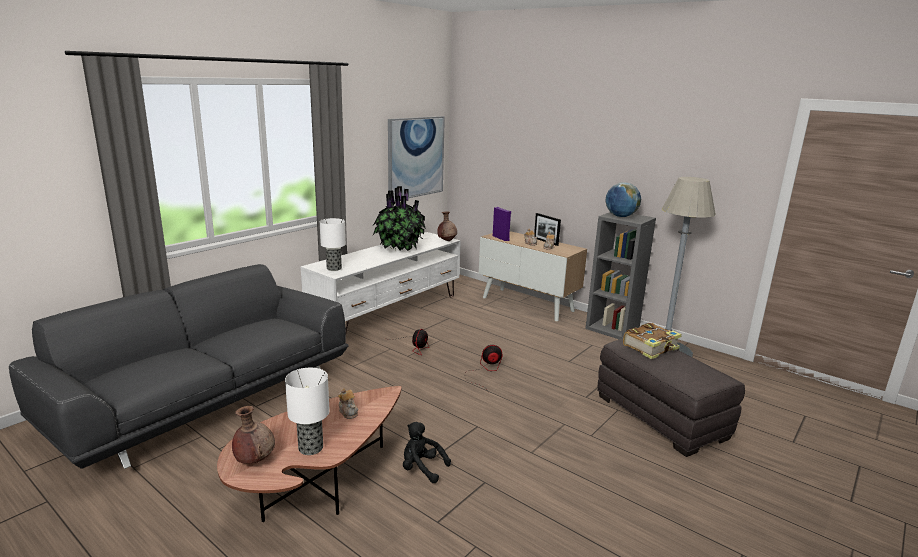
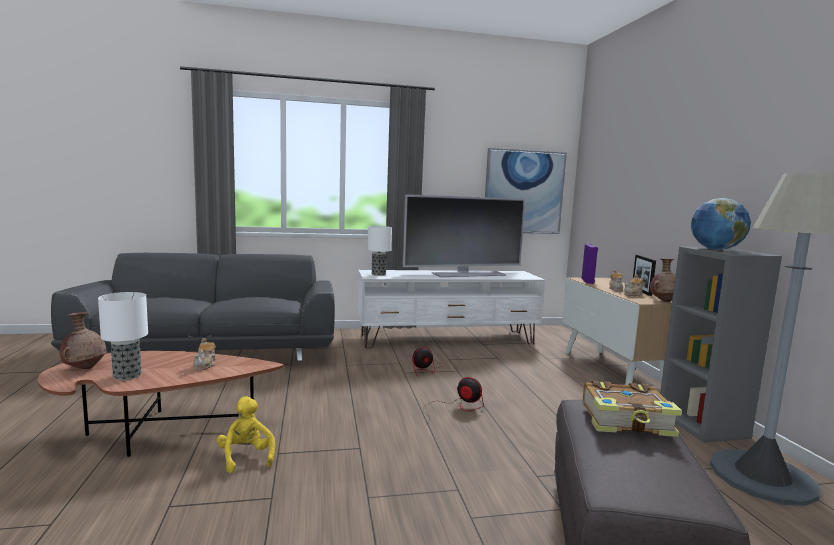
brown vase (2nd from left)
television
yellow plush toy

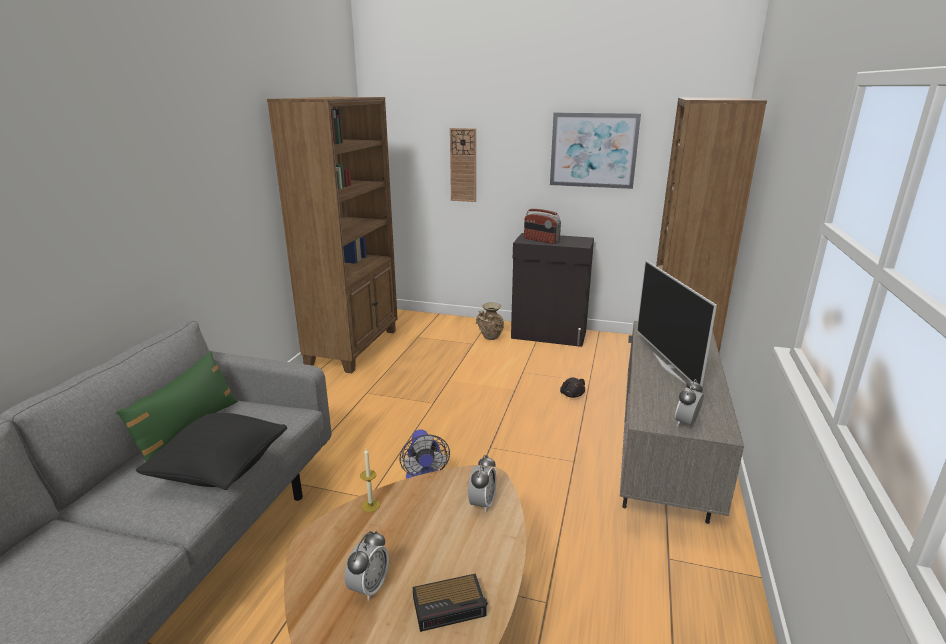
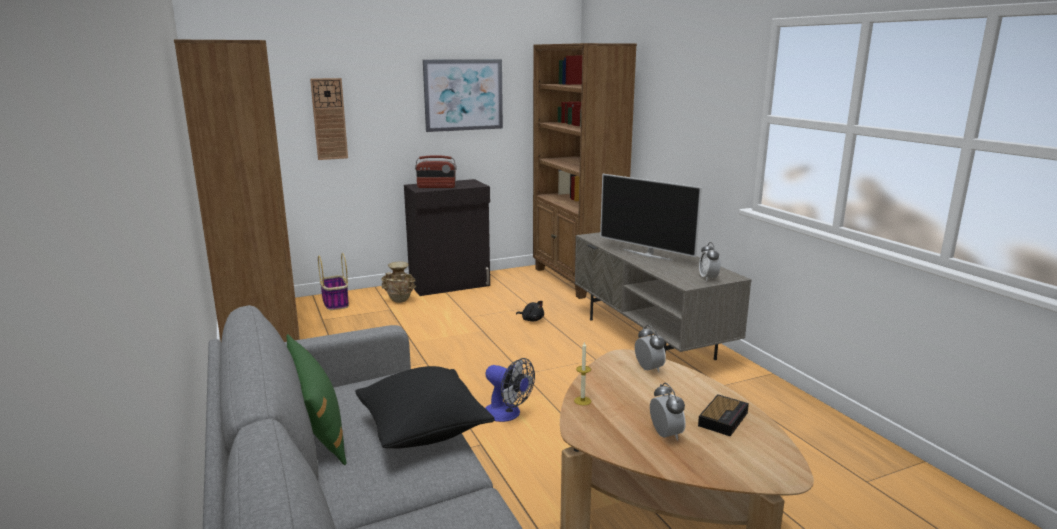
basket

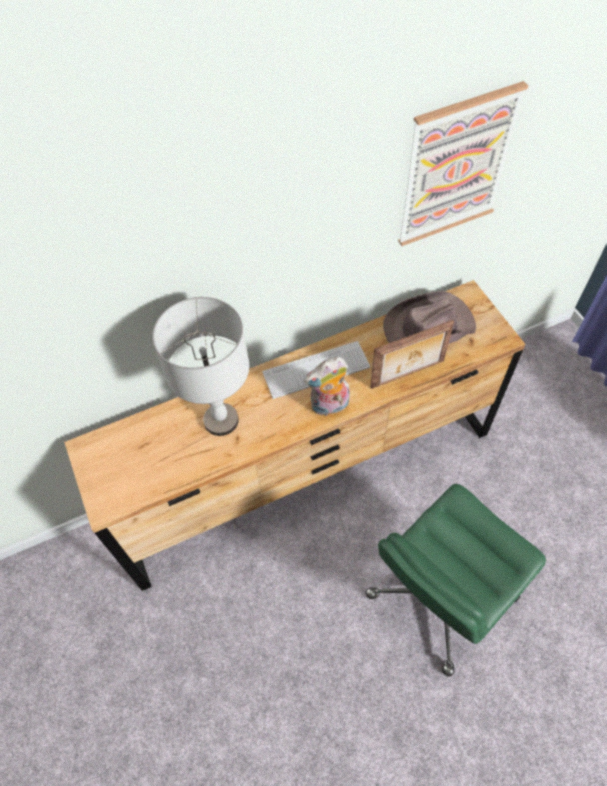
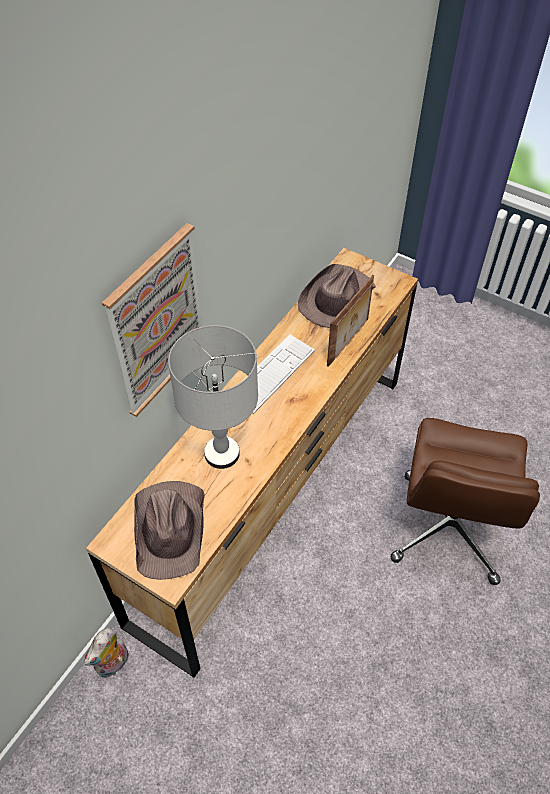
brown hat (1st from left)
plush toy
picture
brown office chair

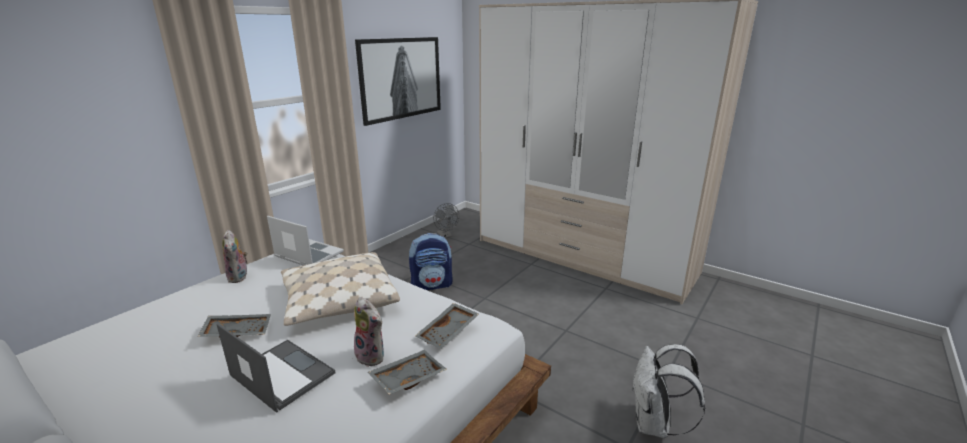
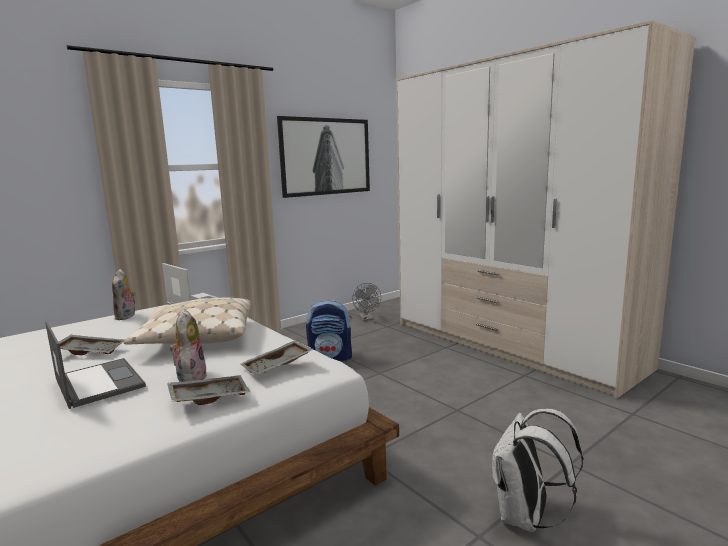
plush toy (2nd from left)

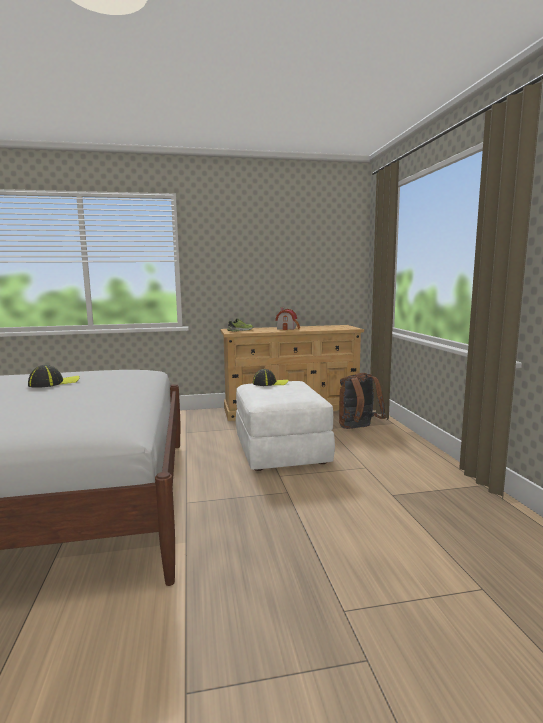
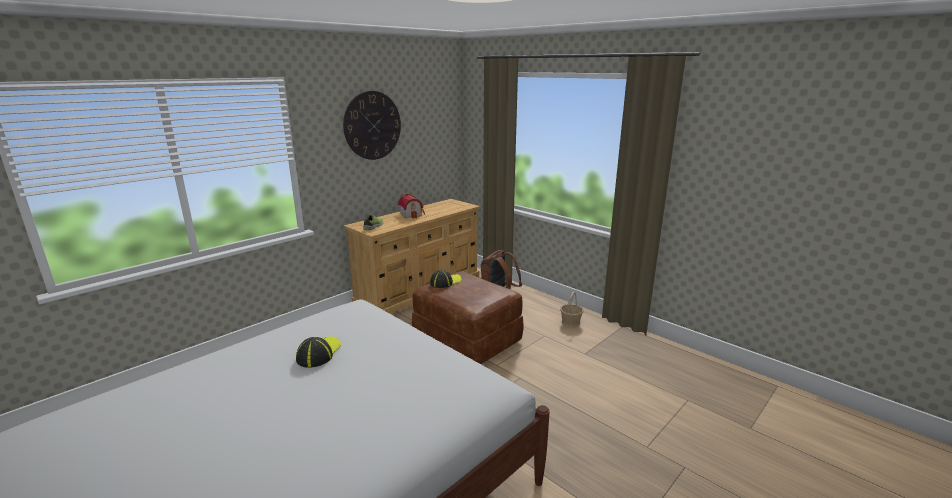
wall clock
basket
brown ottoman

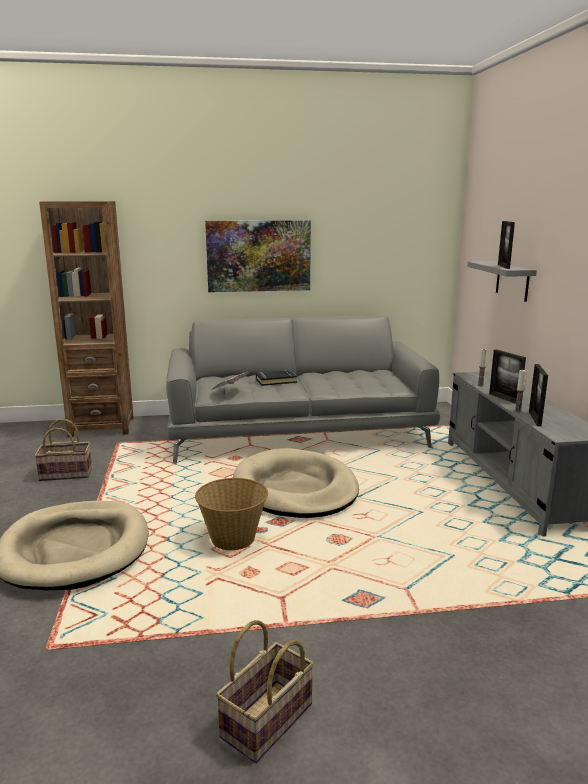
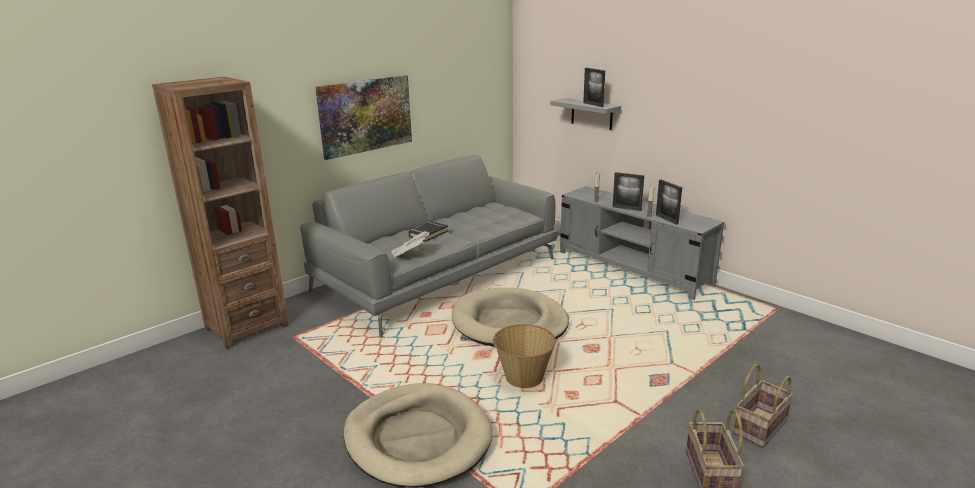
basket (3rd from left)

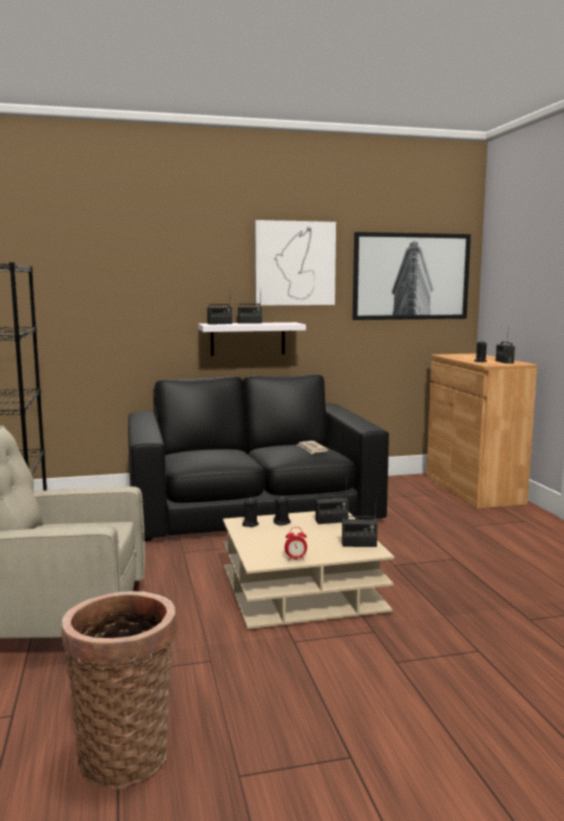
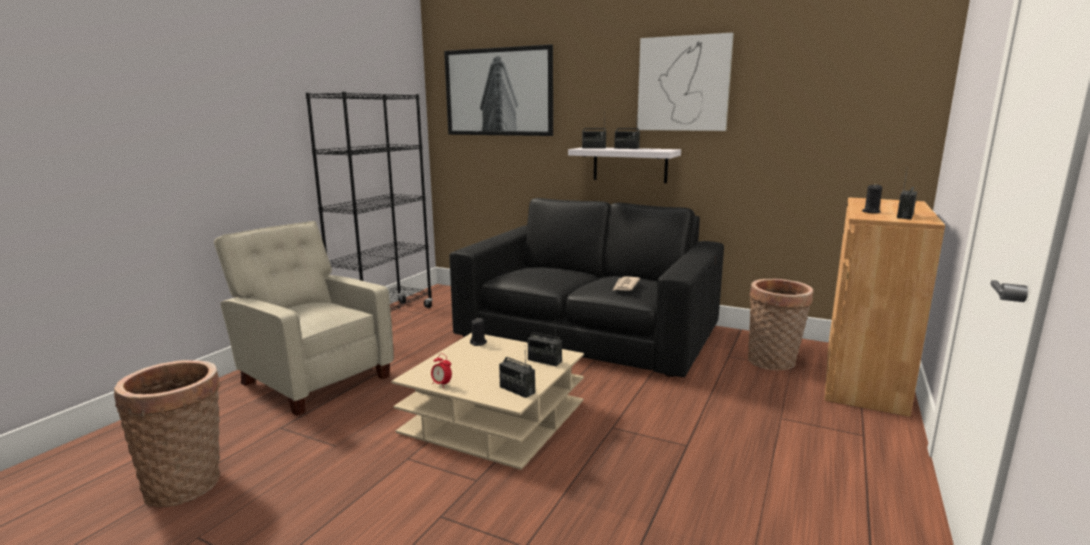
black candle (2nd from left in the first image)
basket (2nd from left)
picture (1st from left)

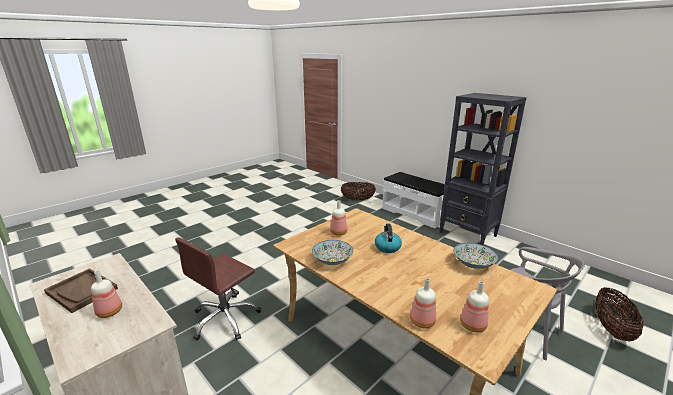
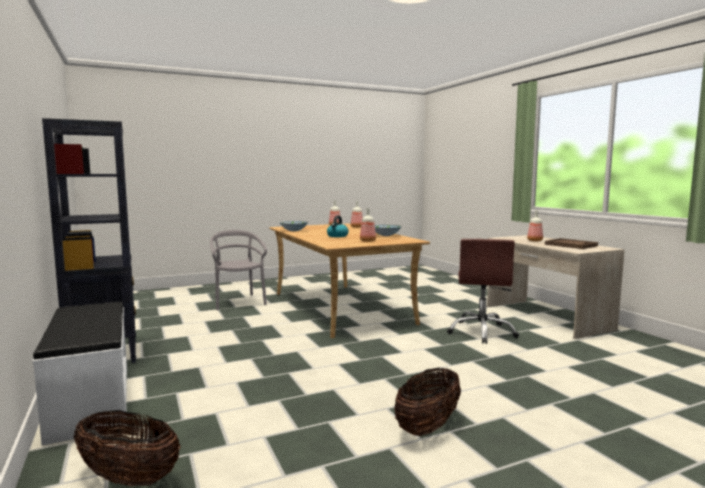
basket (2nd from left)
brown office chair

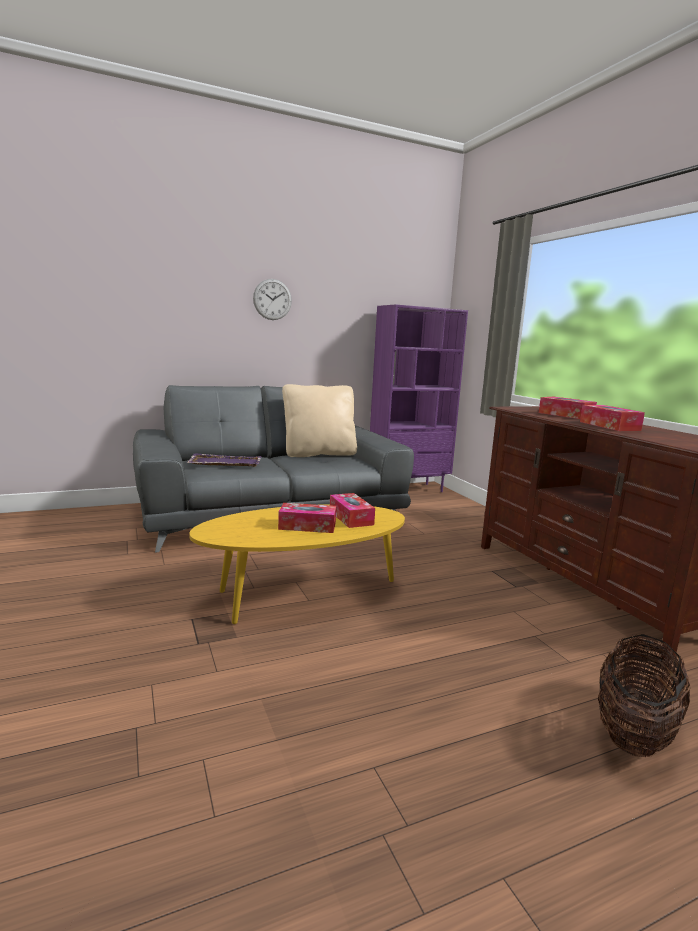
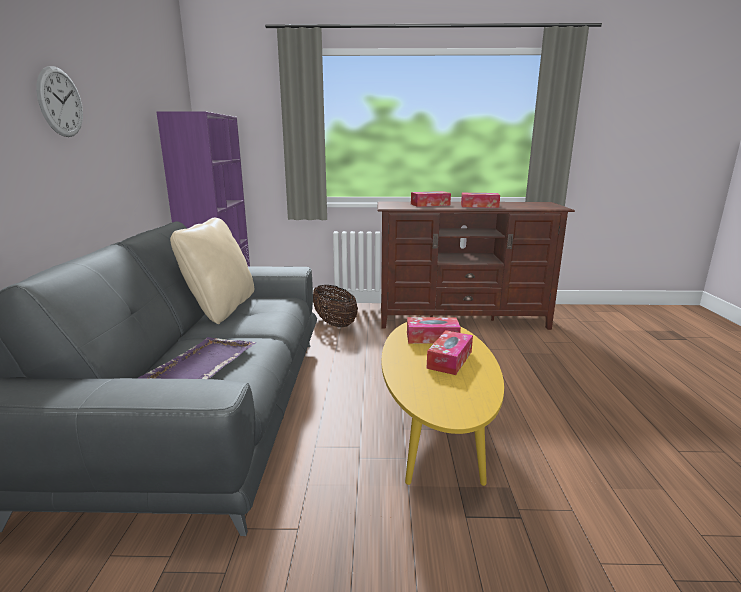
basket

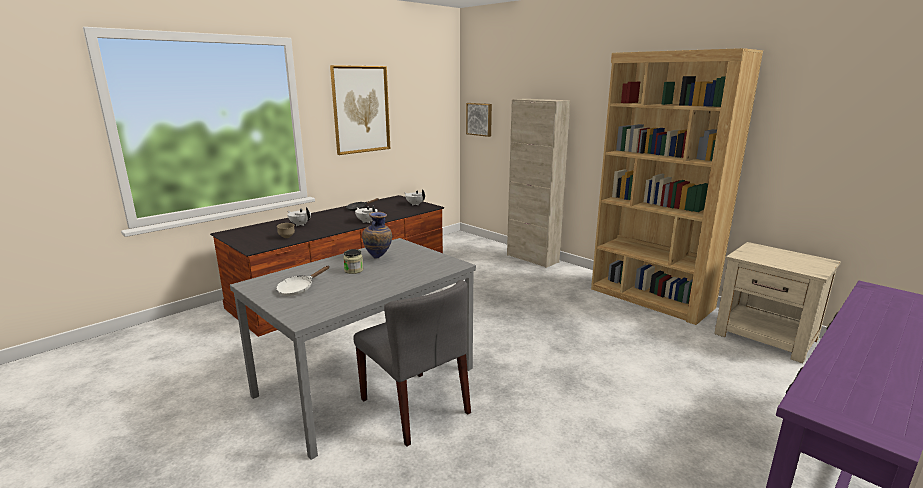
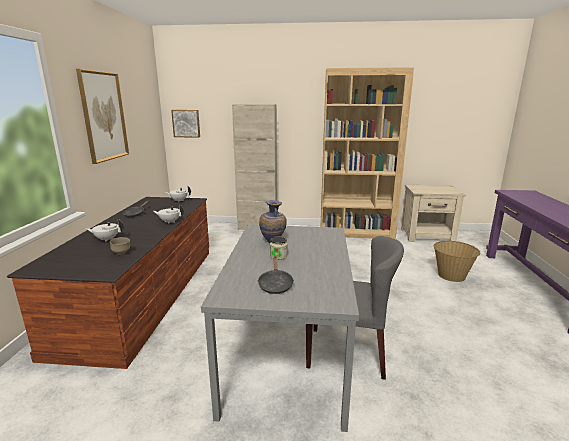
basket
black frying pan (2nd from left)

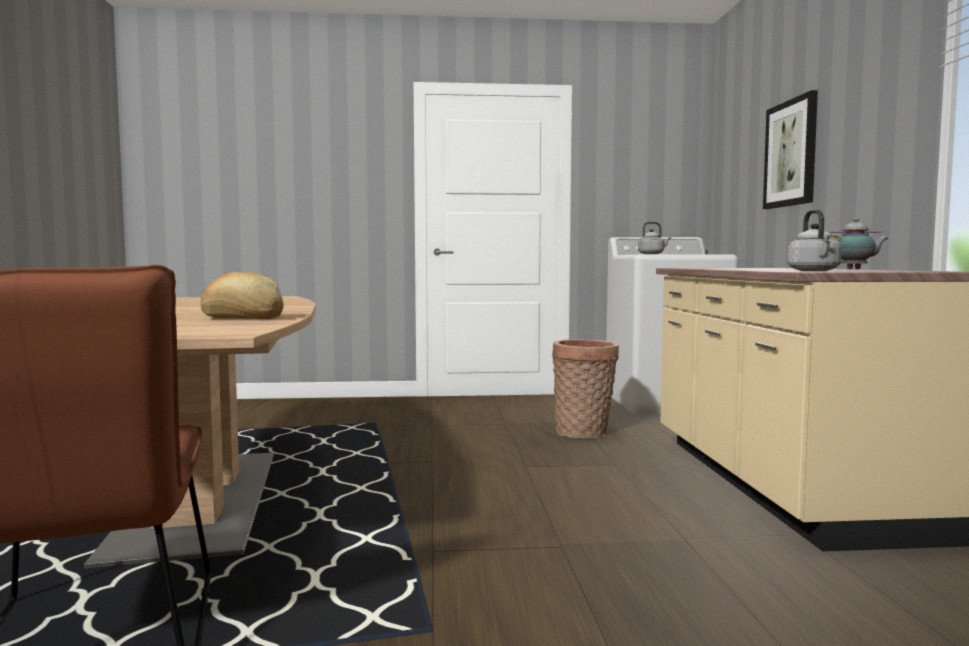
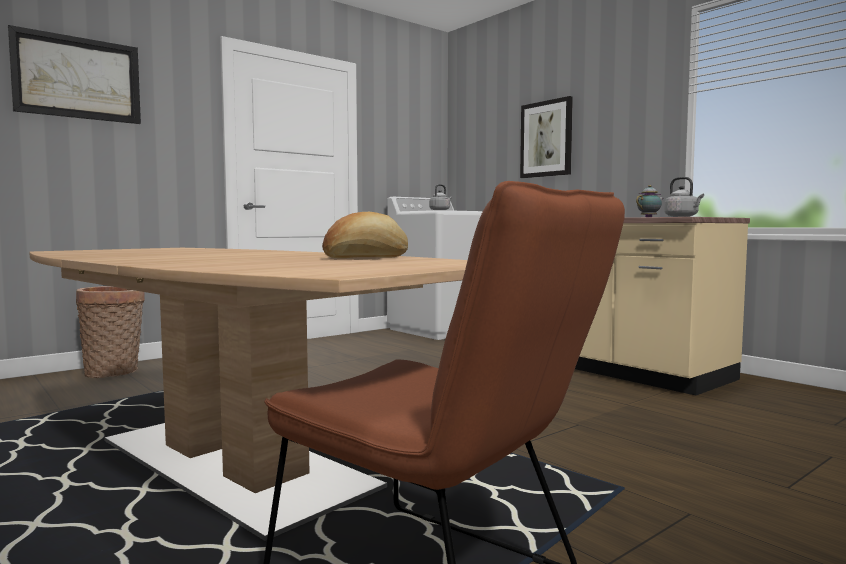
picture (1st from left)
basket

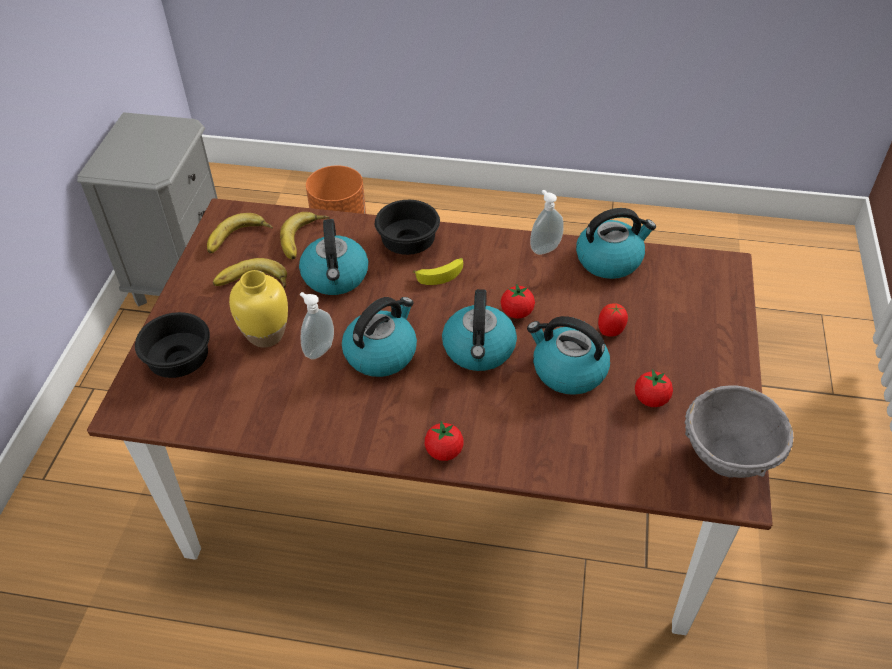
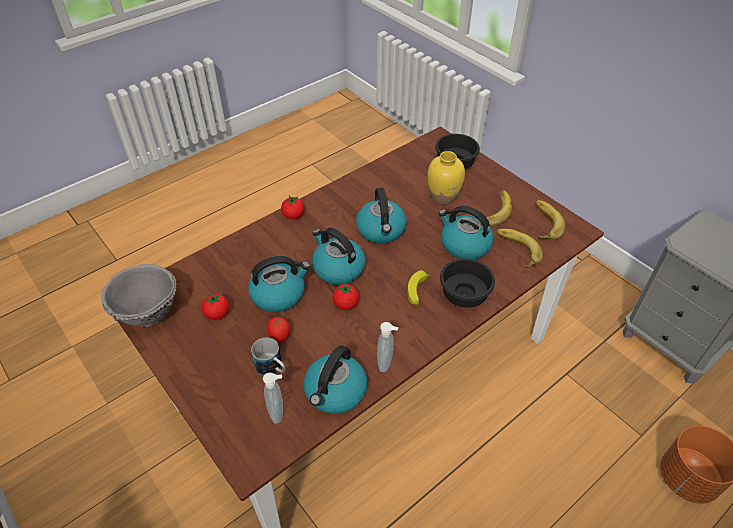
mug
soap dispenser (1st from left)

